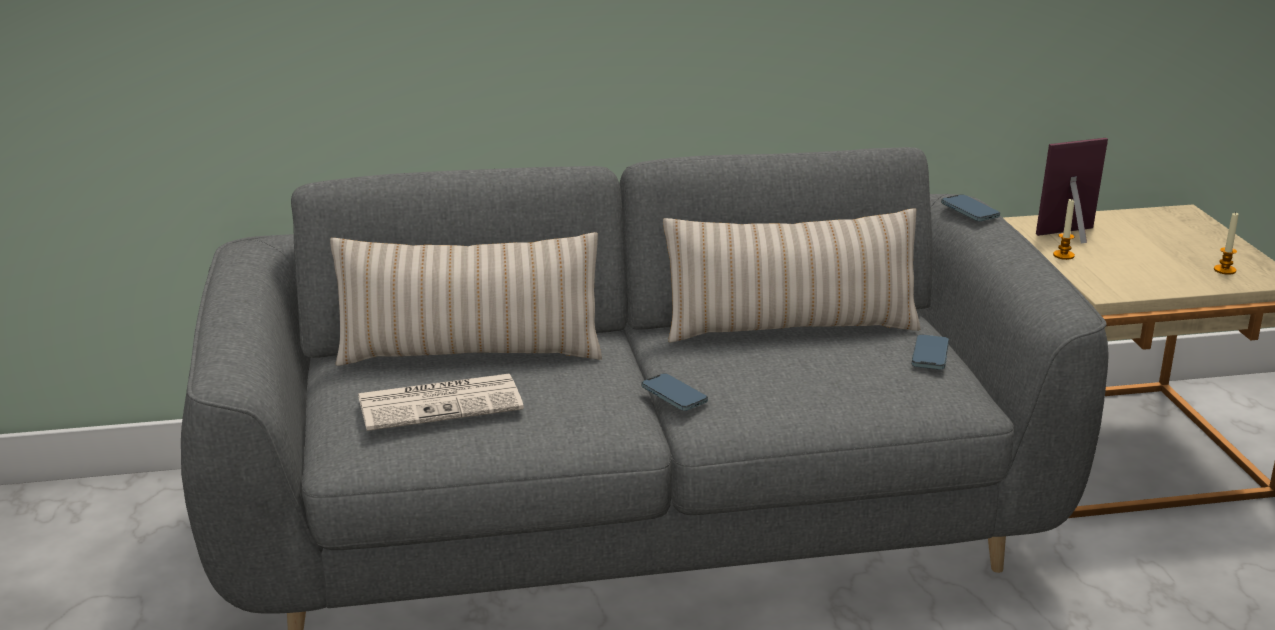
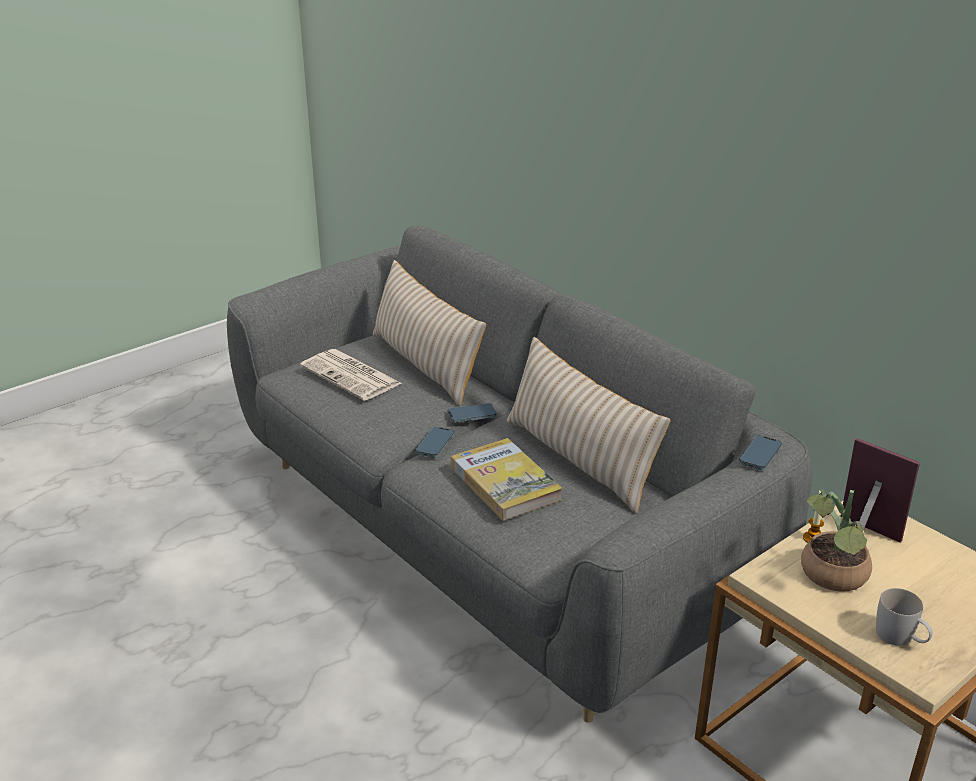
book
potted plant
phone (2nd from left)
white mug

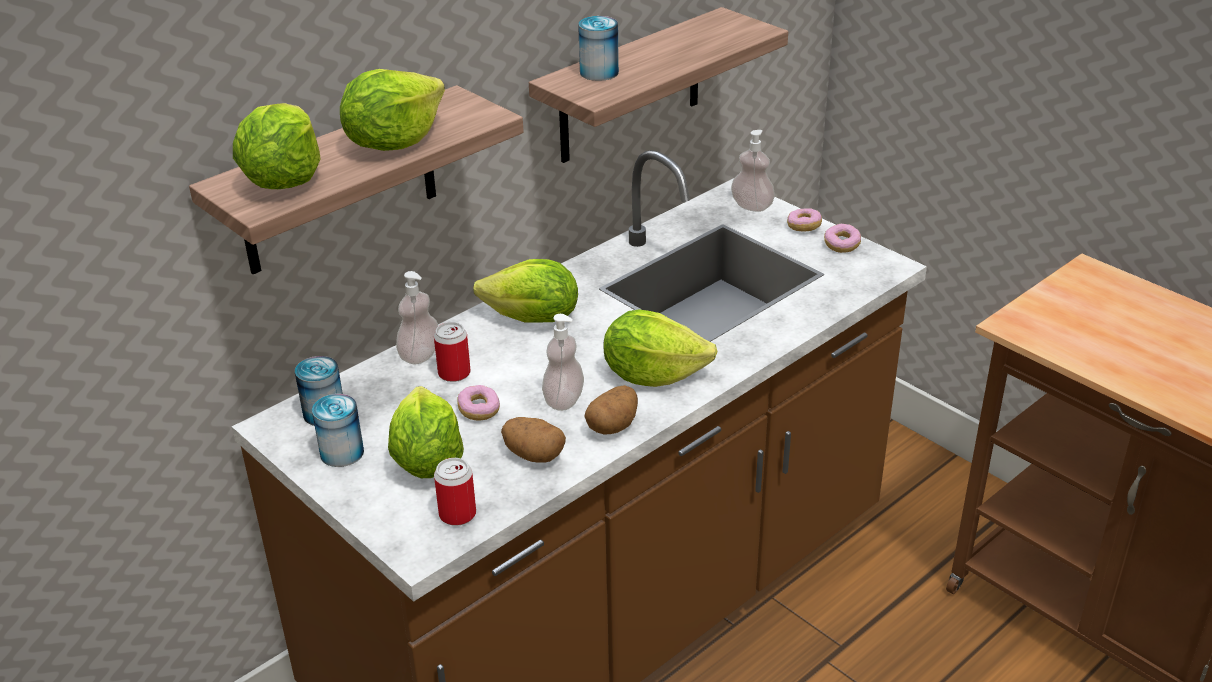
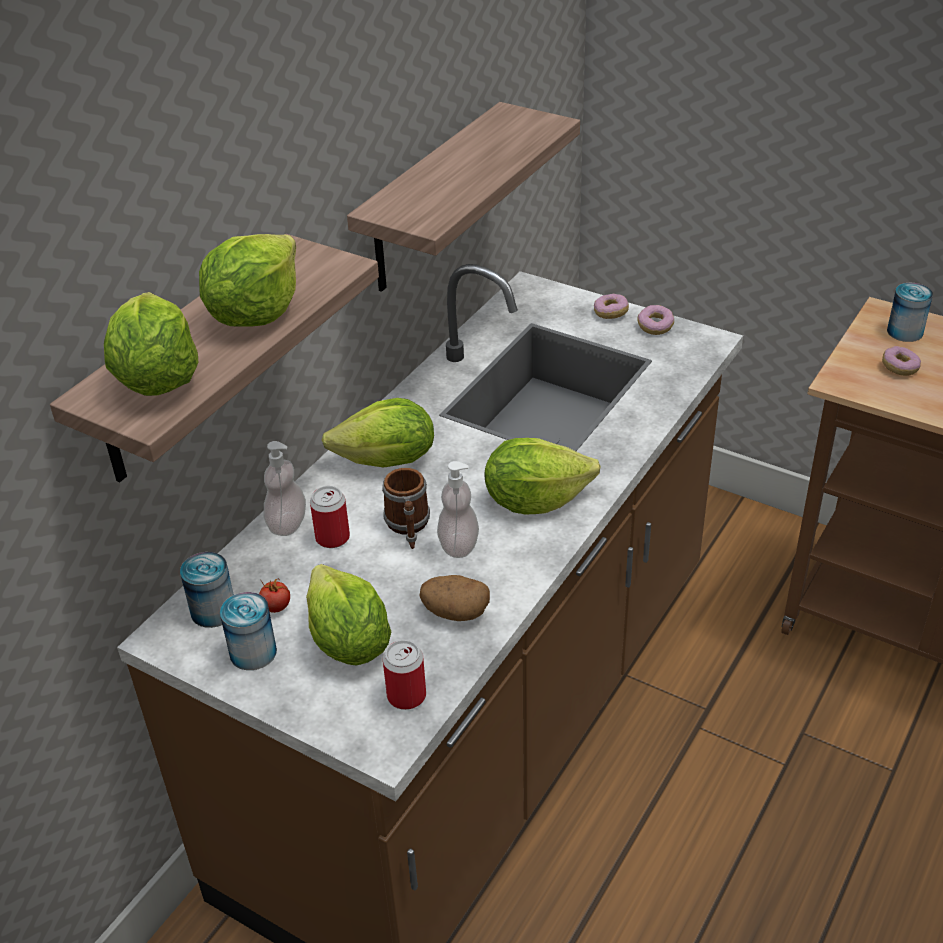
potato (2nd from left in the first image)
soap dispenser (3rd from left in the first image)
tomato
mug
donut (3rd from left)
can (5th from left)

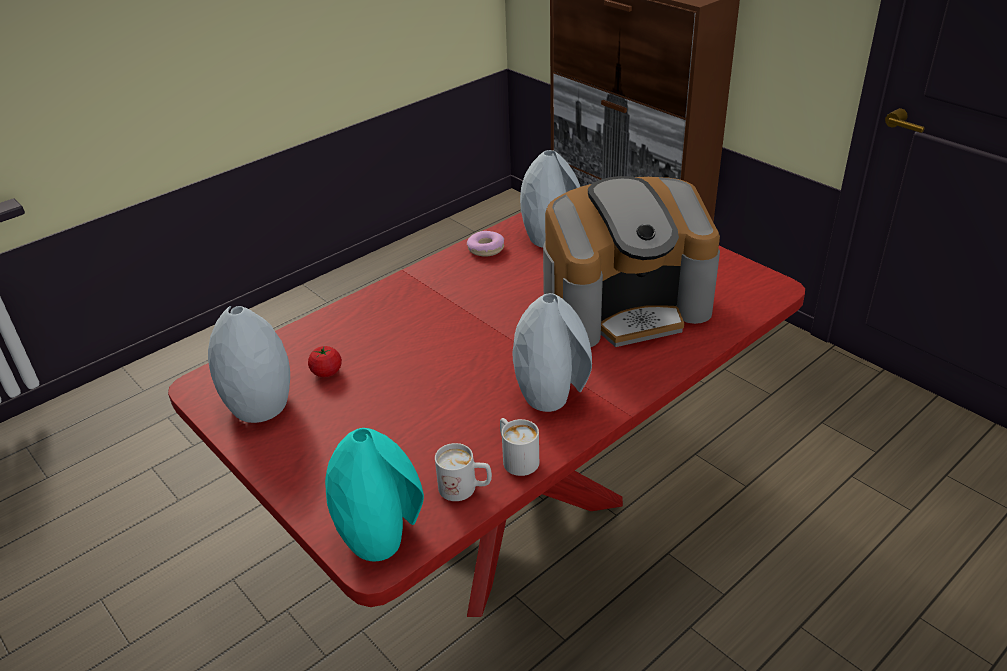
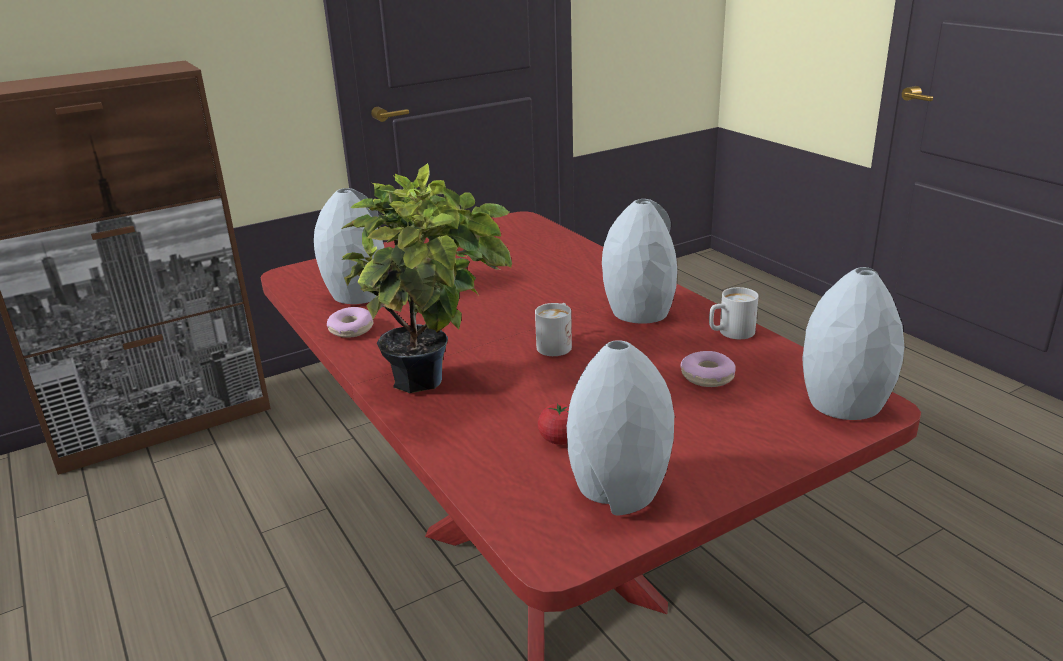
coffee machine
potted plant
donut (2nd from left)
white mug (1st from left)
grey vase (4th from left)

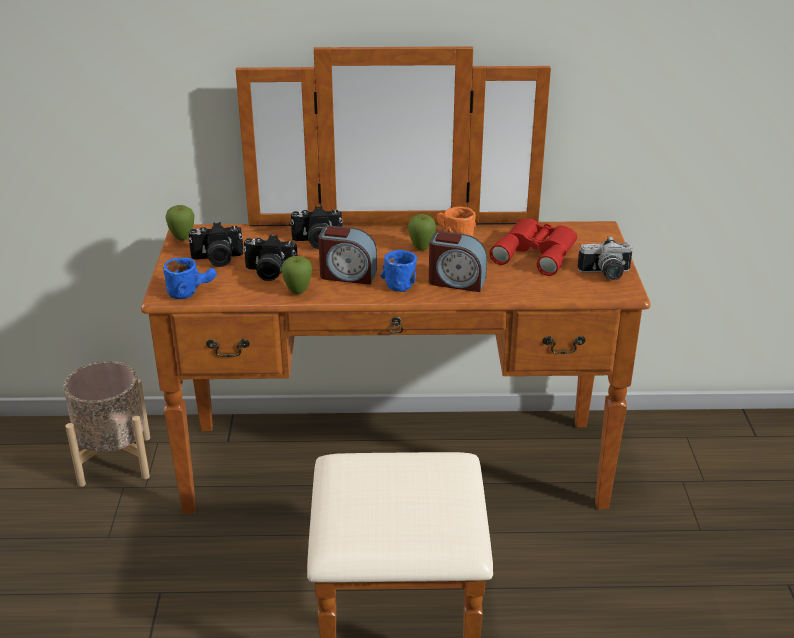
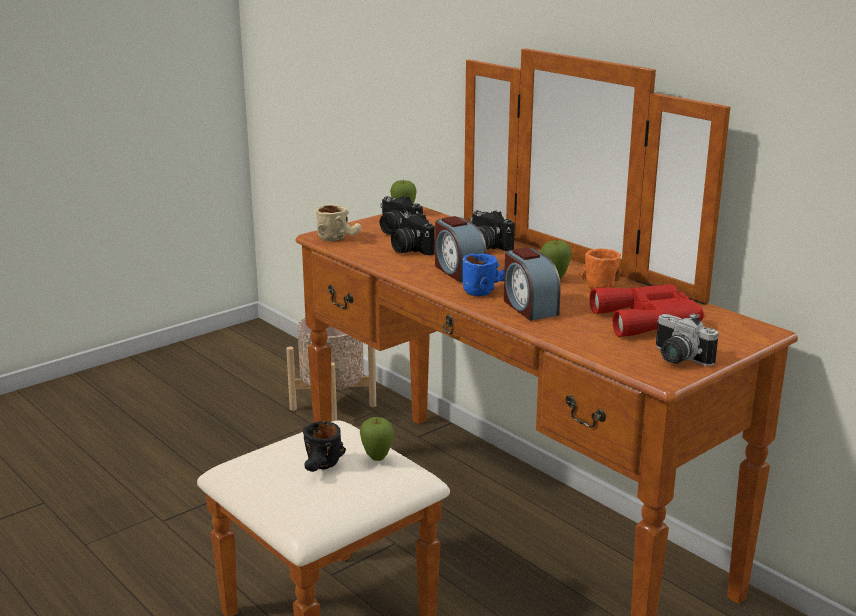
black mug
apple (1st from left)
beige mug

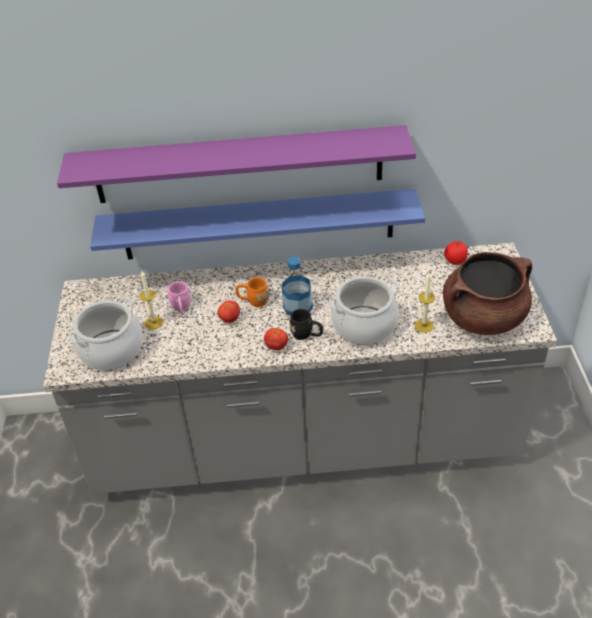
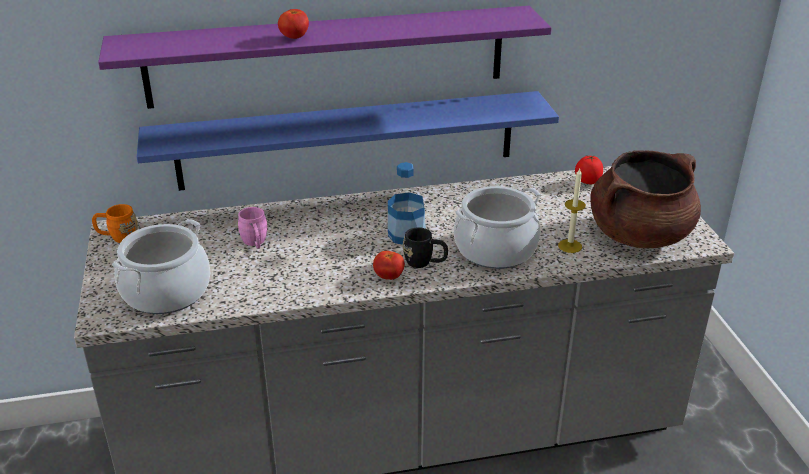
candle (1st from left in the first image)
tomato (1st from left)
orange mug

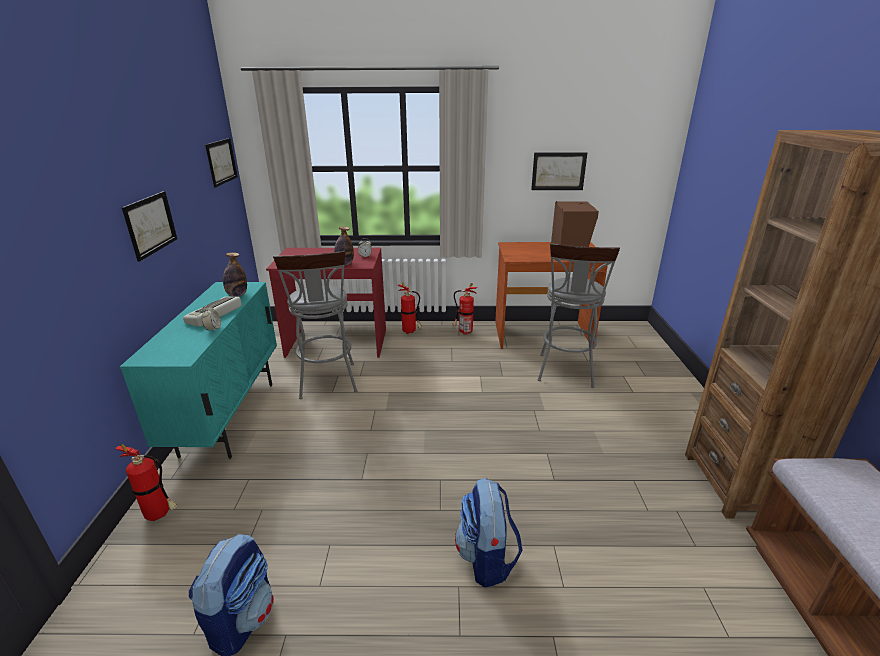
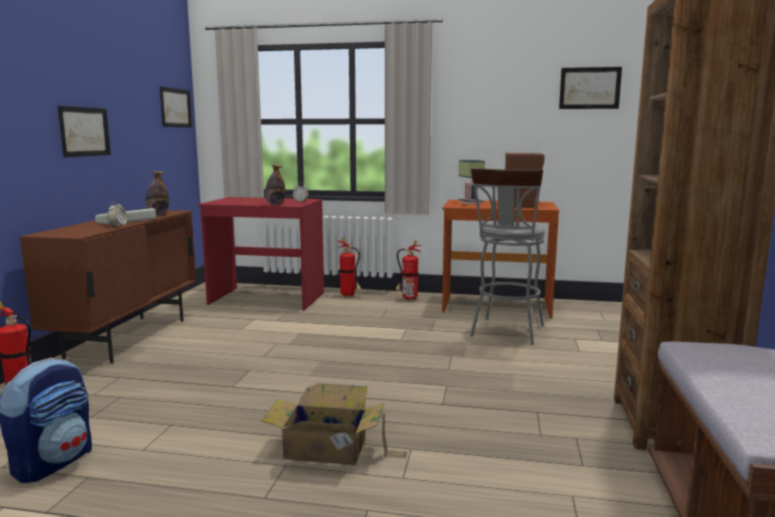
grey stool (1st from left in the first image)
table lamp
picture (3rd from left)
cardboard box
brown cabinet

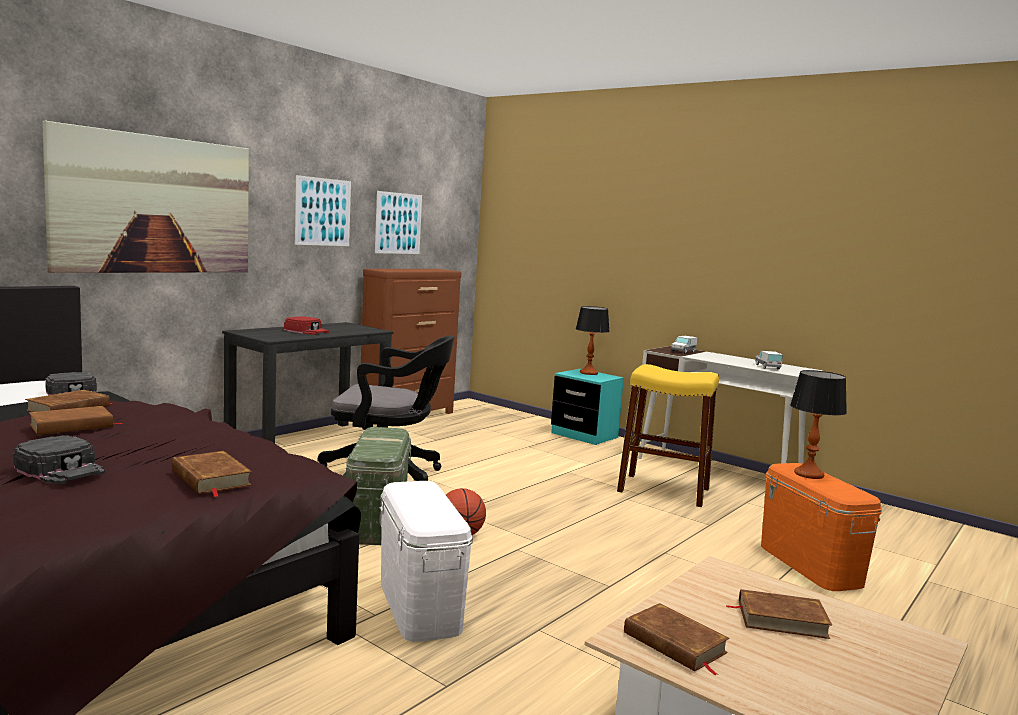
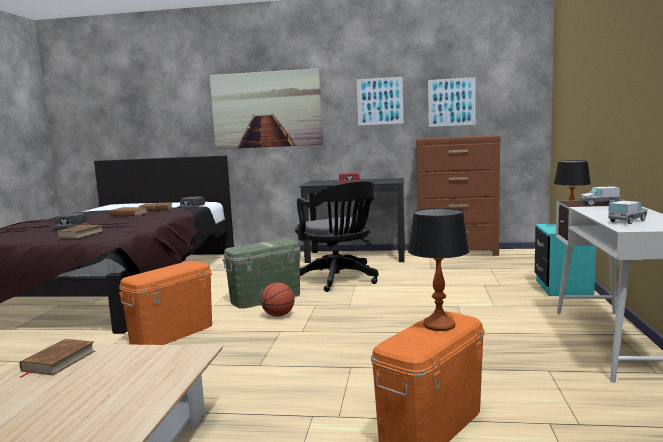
yellow stool
brown book (5th from left in the first image)
orange storage box (1st from left)

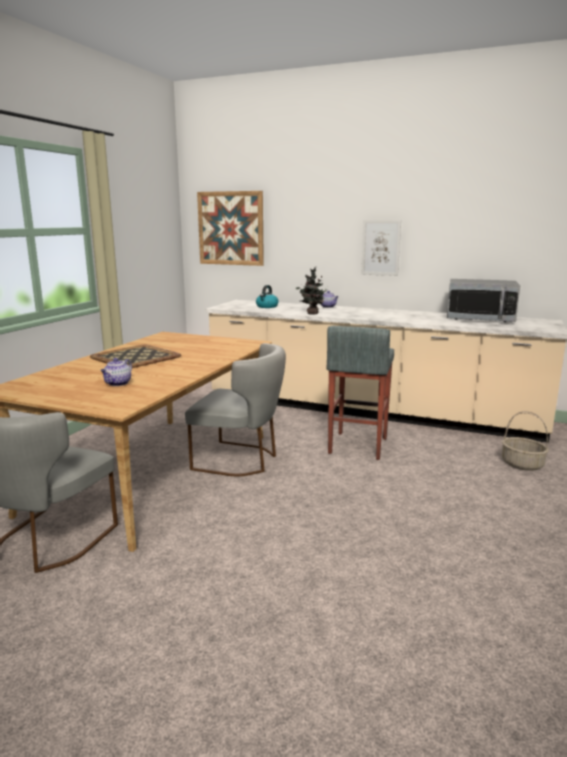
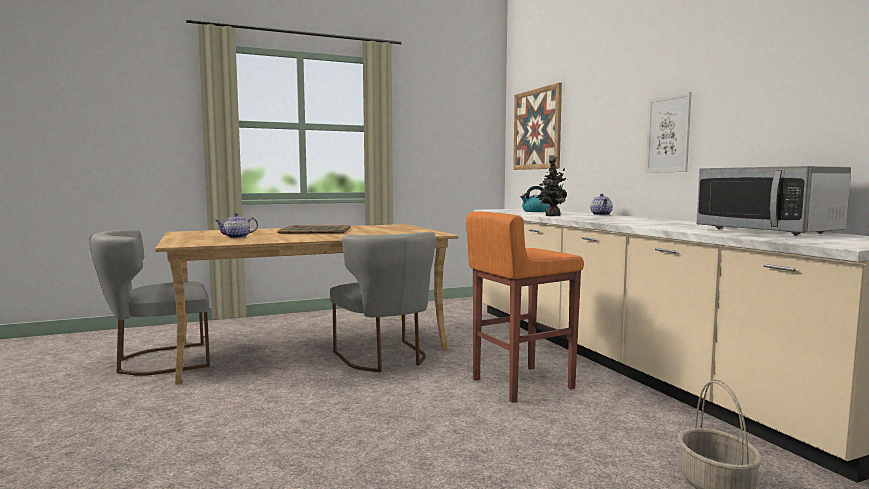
orange stool

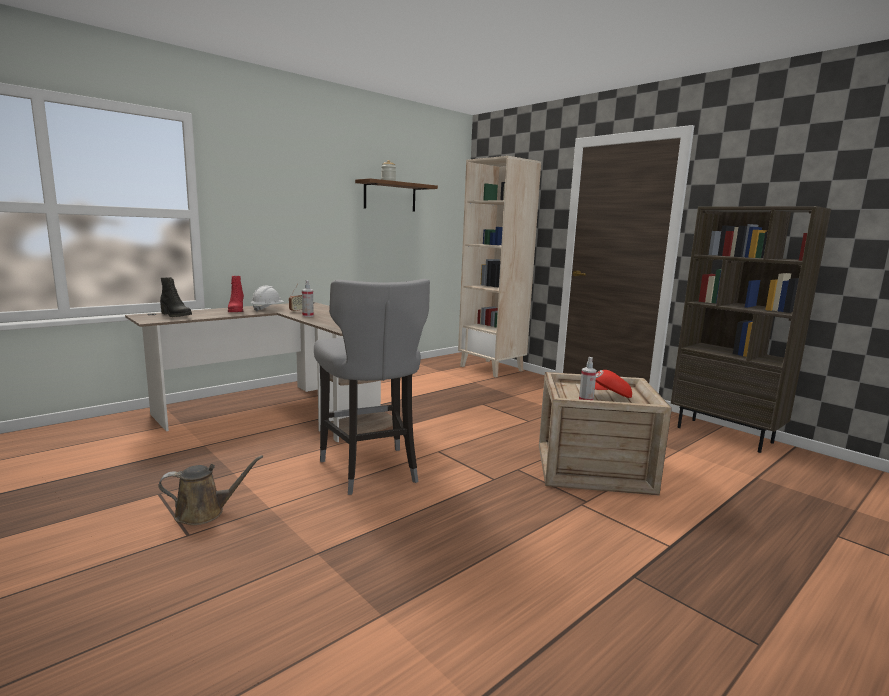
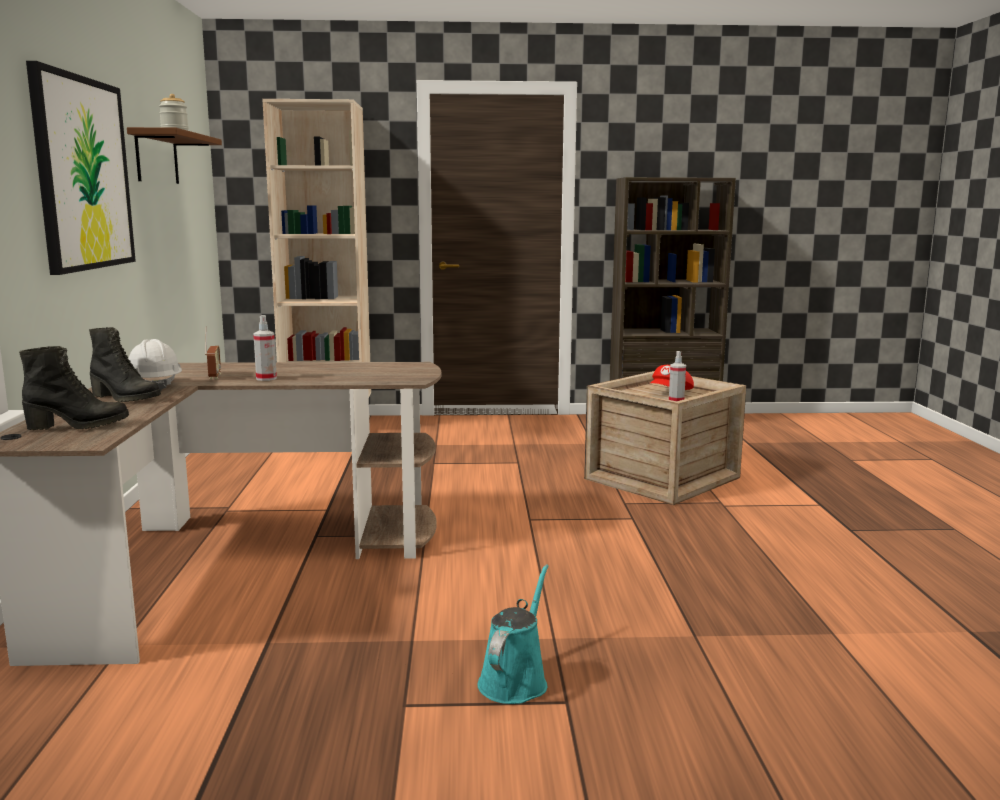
grey stool
picture
turquoise watering can
black boot (2nd from left)

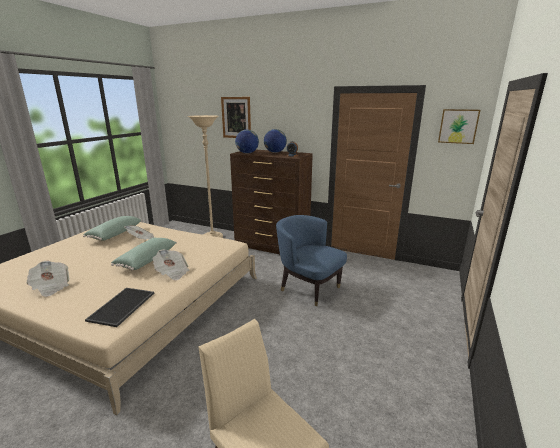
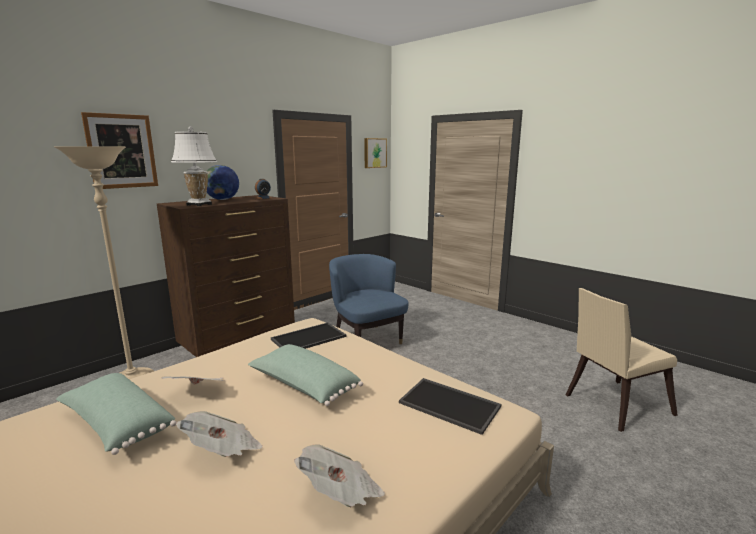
tray (1st from left)
newspaper (2nd from left)
white table lamp
blue armchair

